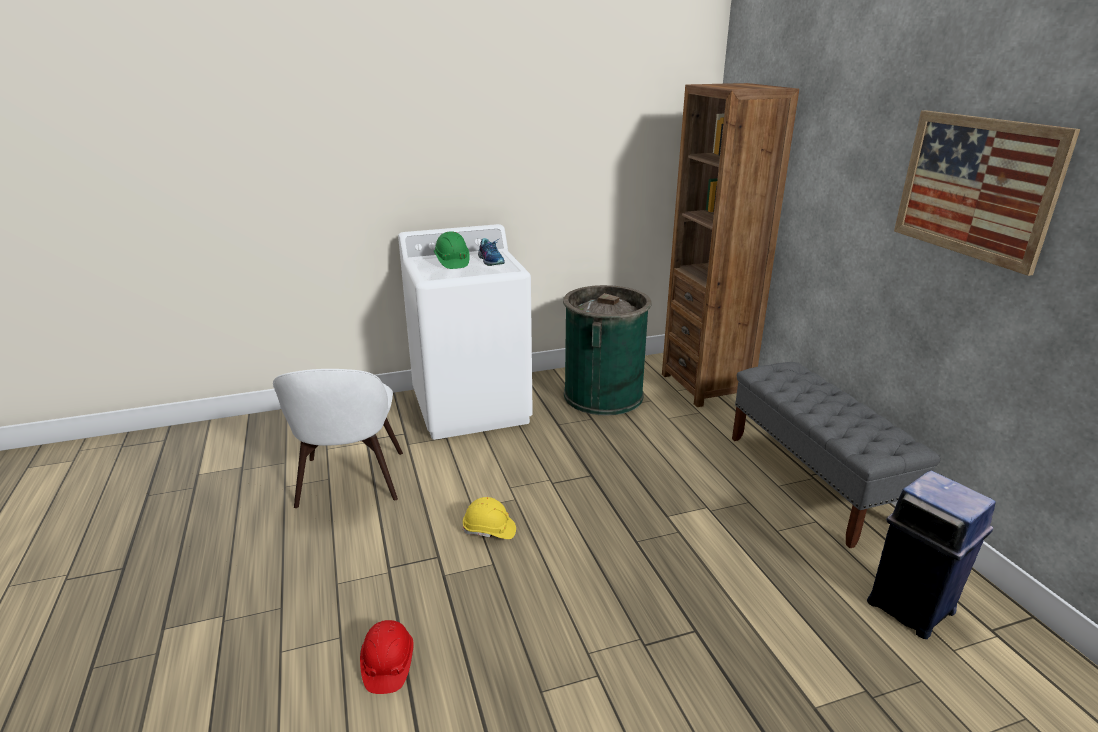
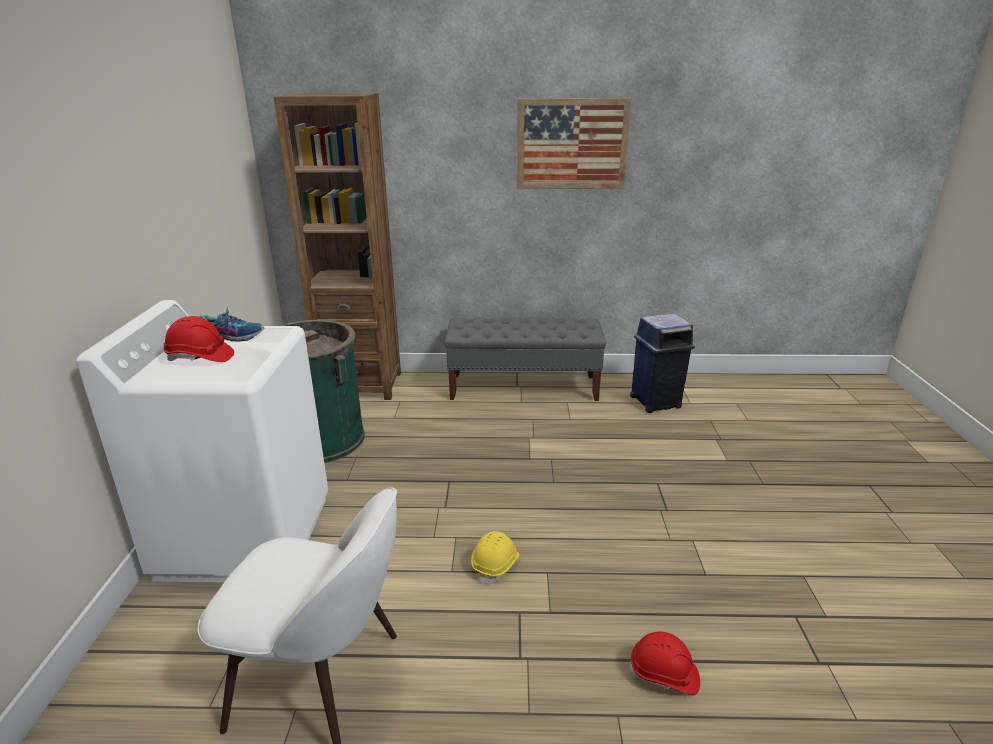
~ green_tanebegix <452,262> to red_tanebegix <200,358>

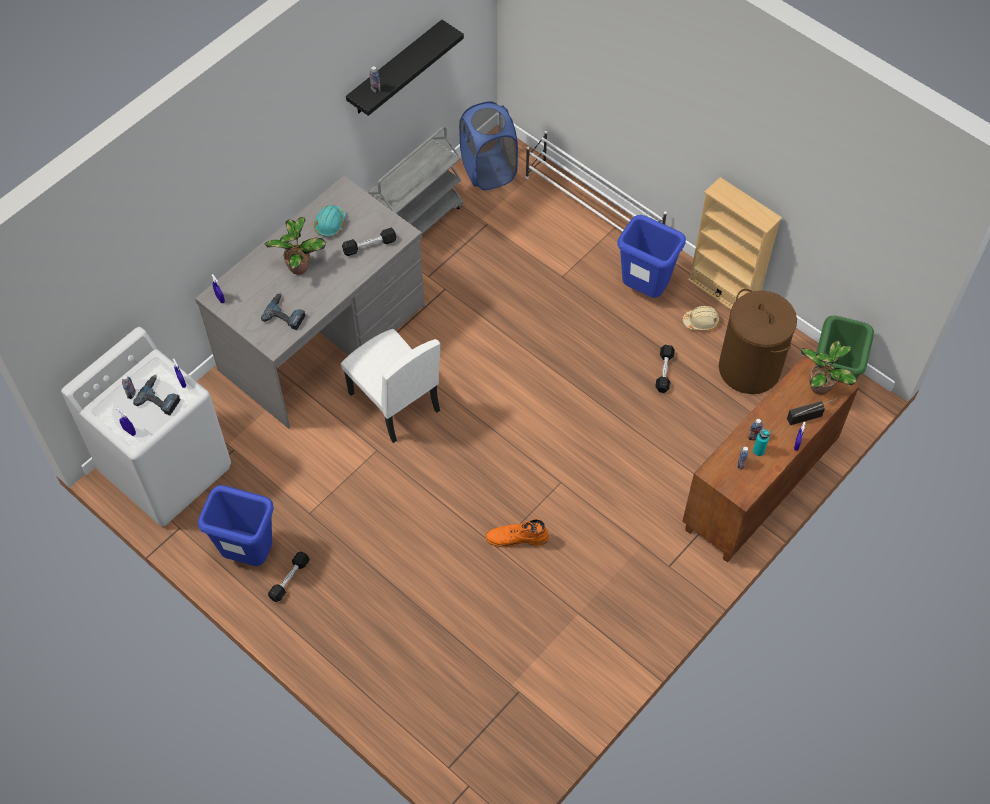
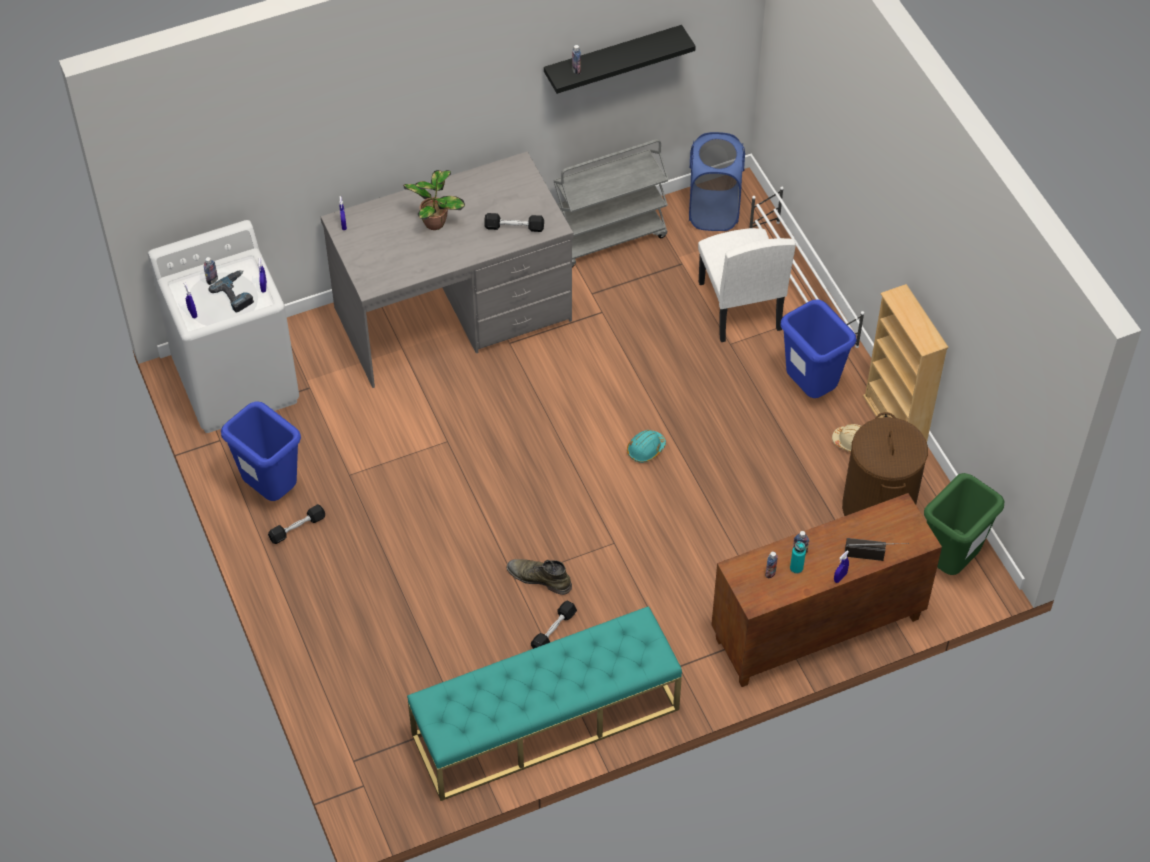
~ turquoise_tanebegix <330,224> to <645,449>
- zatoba <285,314>
~ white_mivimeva <393,402> to <739,306>
- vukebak <821,386>
~ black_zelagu <664,372> to <553,630>
~ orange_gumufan <516,538> to green_gumufan <539,578>
+ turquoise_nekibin <545,722>

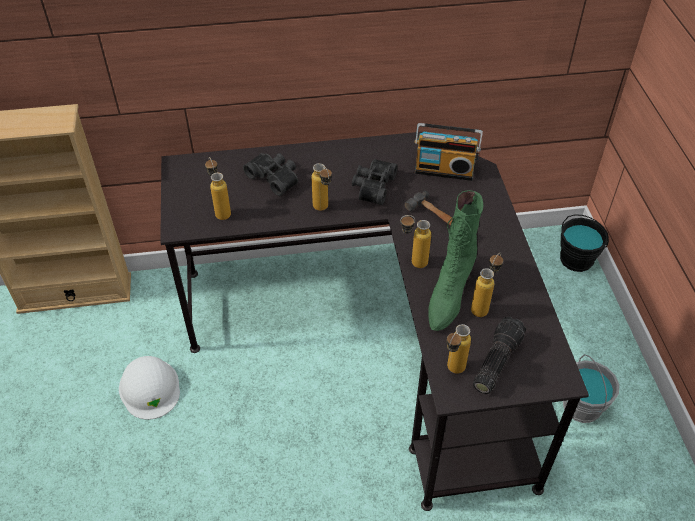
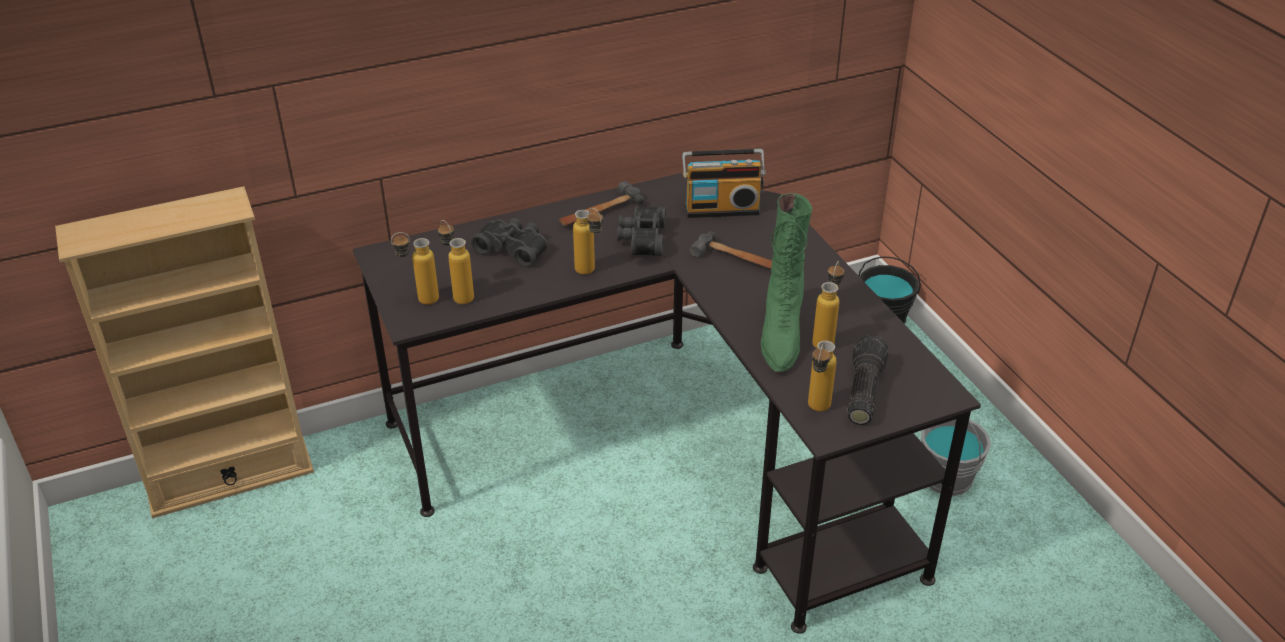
~ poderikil <412,262> to <419,300>
- white_tanebegix <149,388>
+ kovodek <600,212>

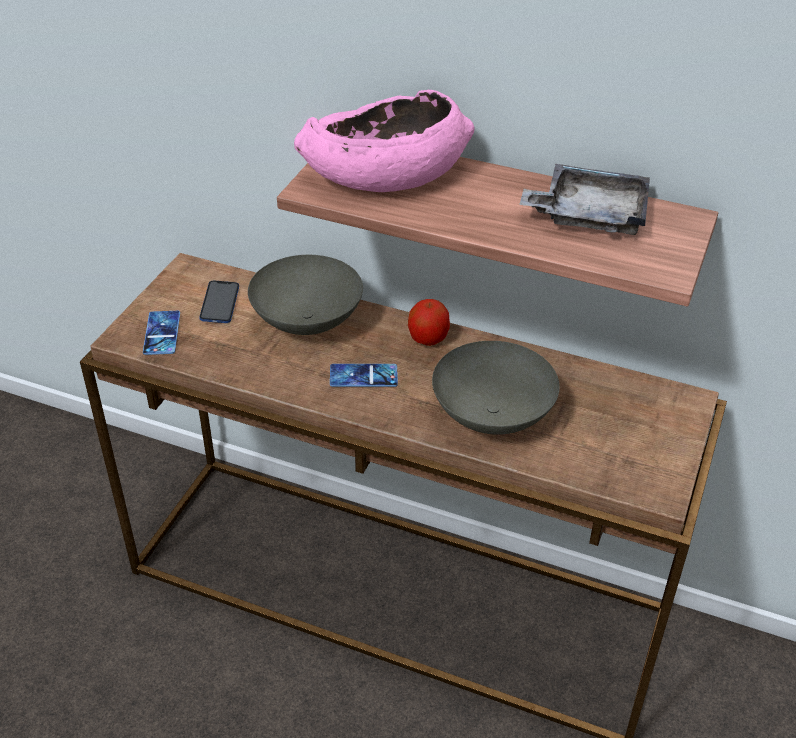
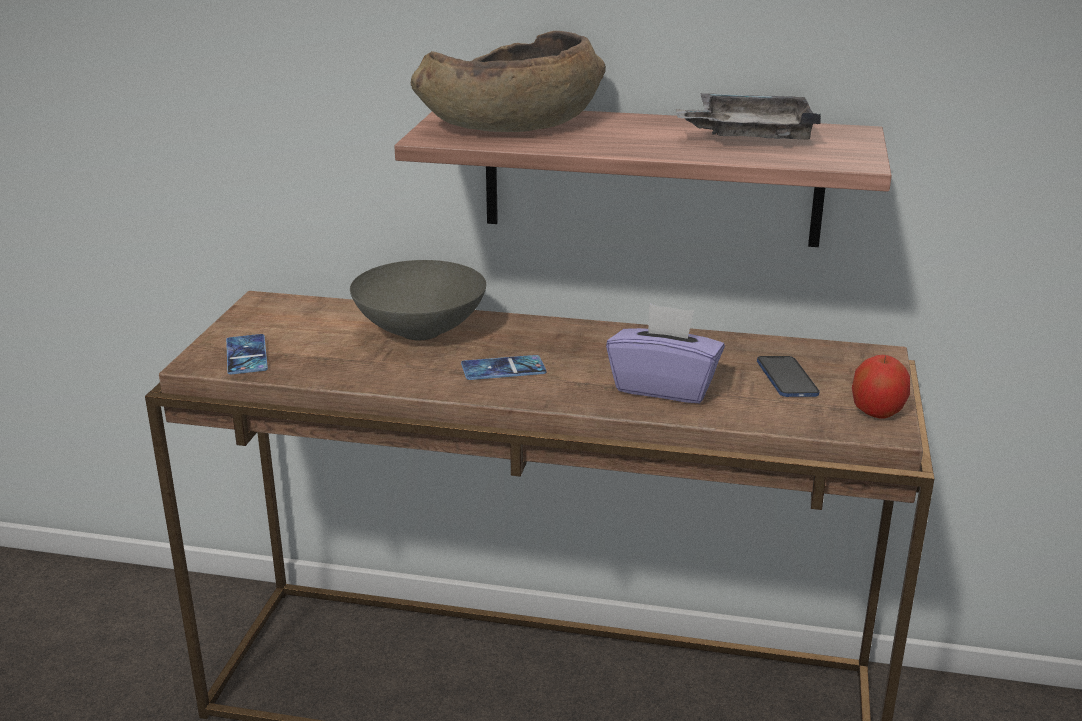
~ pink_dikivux <384,175> to brown_dikivux <510,125>
~ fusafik <220,303> to <787,379>
~ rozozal <428,339> to <877,412>
~ grey_dikivux <490,415> to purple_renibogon <664,387>

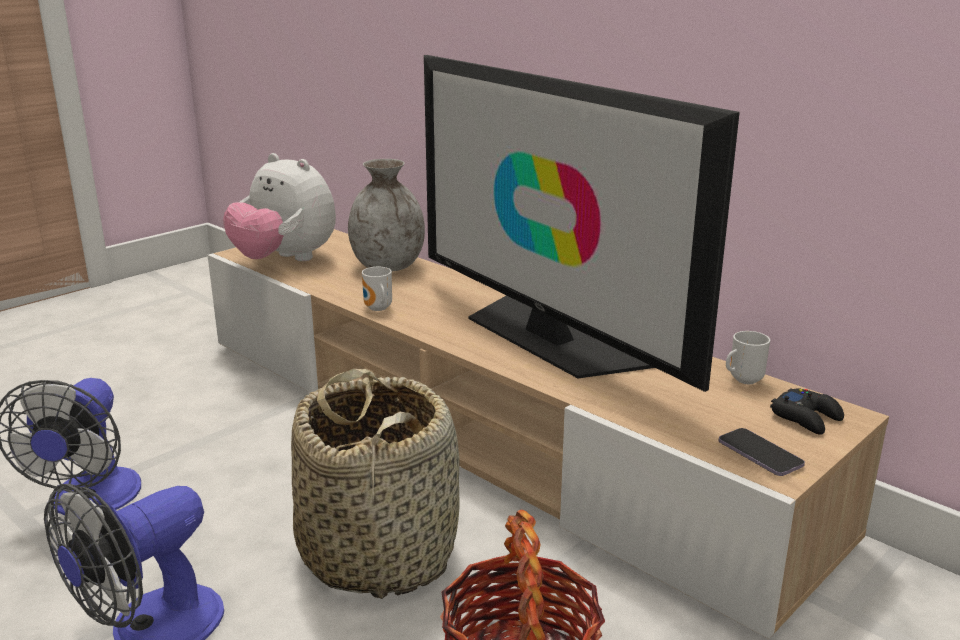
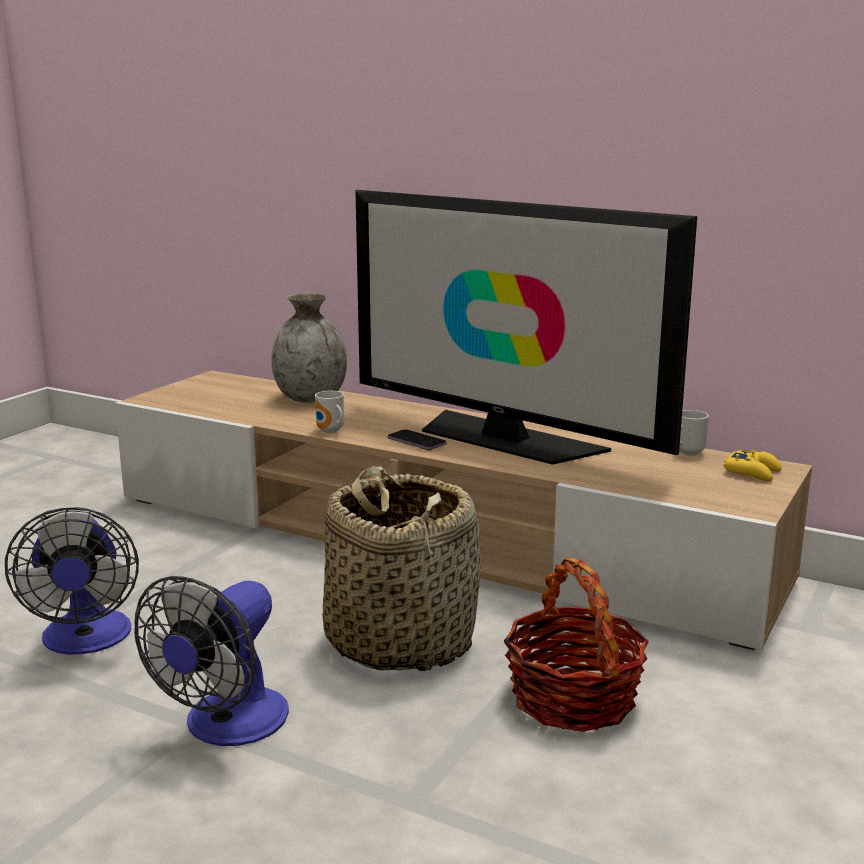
- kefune <284,260>
~ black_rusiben <806,418> to yellow_rusiben <752,472>
~ fusafik <760,454> to <416,442>

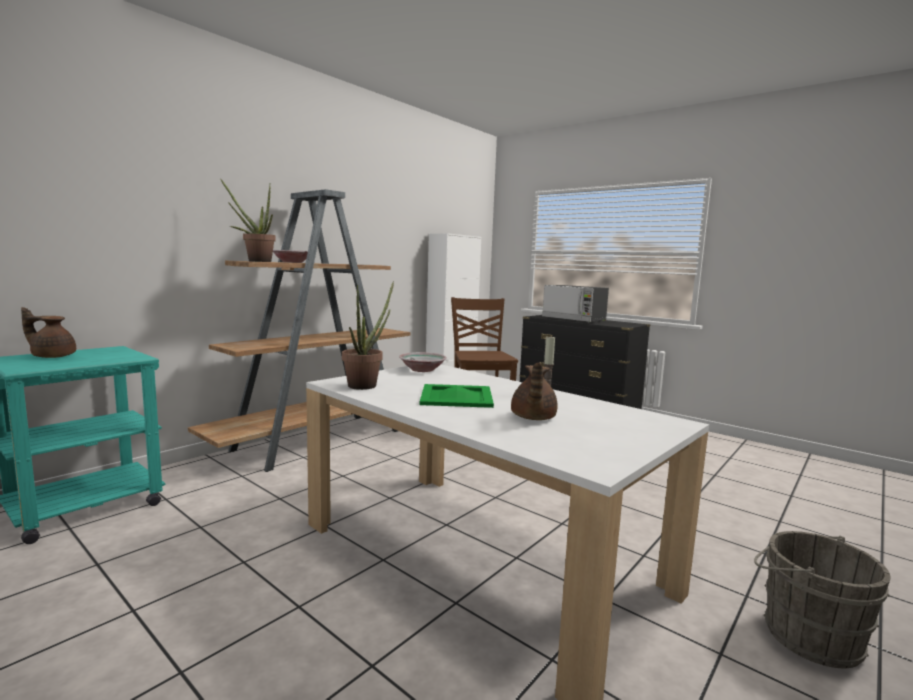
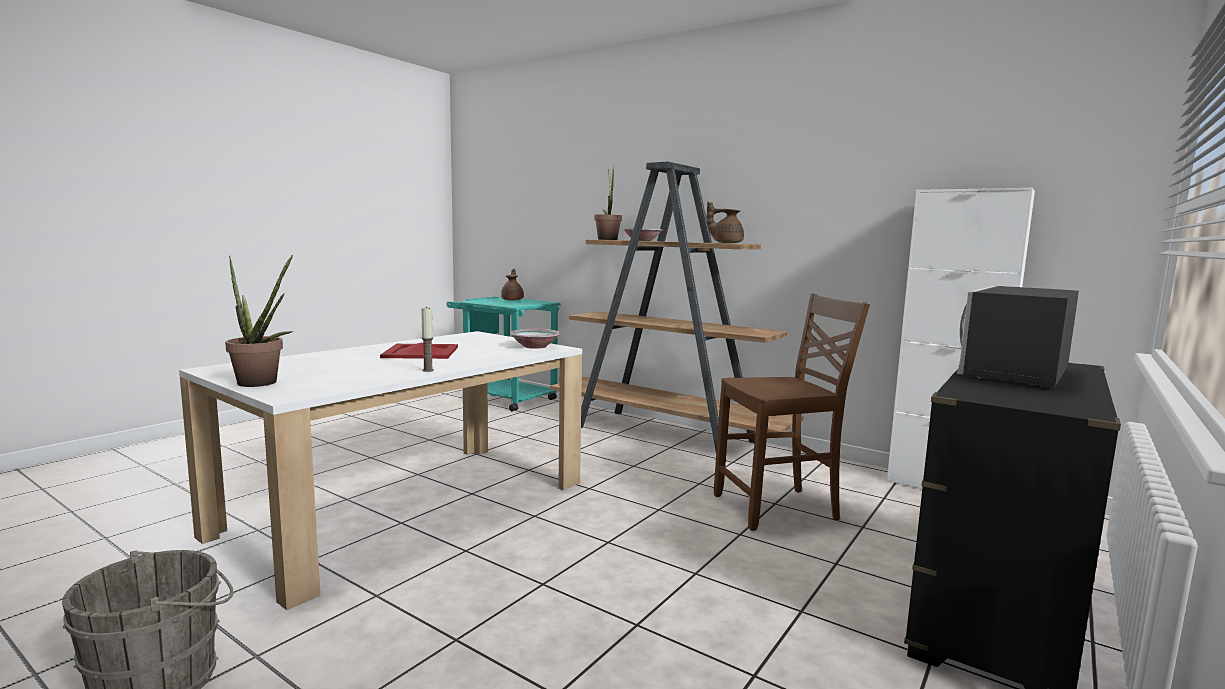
~ vukebak <366,385> to <262,384>
~ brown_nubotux <532,418> to <726,243>
~ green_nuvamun <457,396> to red_nuvamun <421,352>

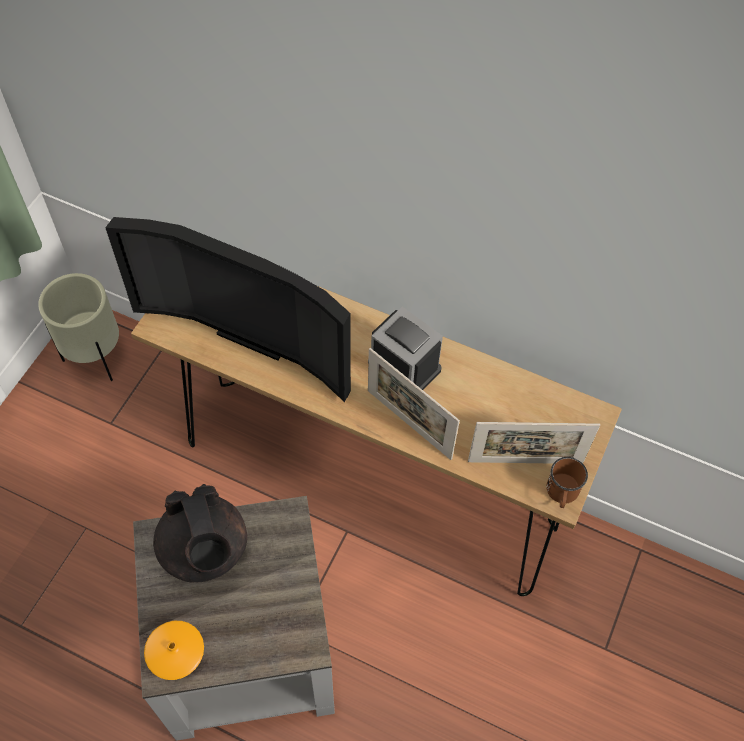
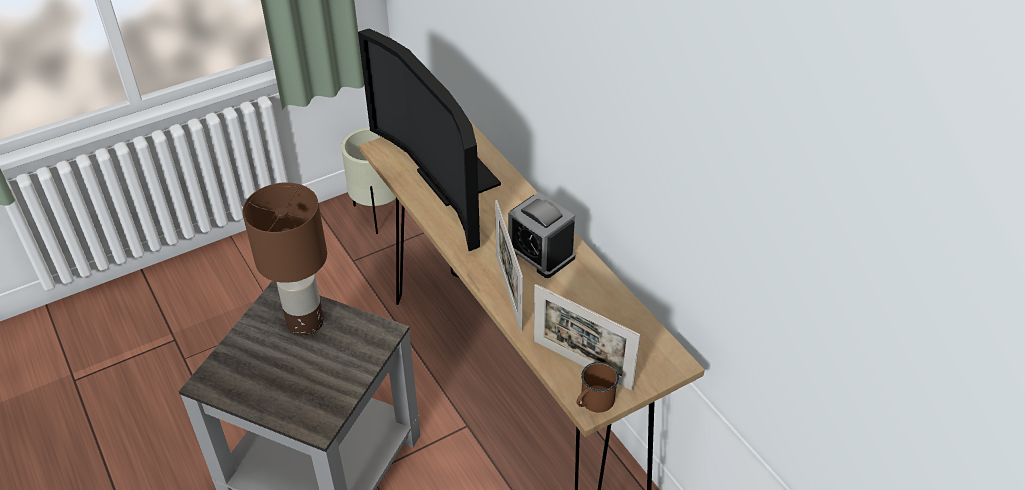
~ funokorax <404,366> = <540,253> 150 degrees clockwise
~ black_nubotux <205,550> to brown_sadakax <304,322>
- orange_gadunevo <175,652>

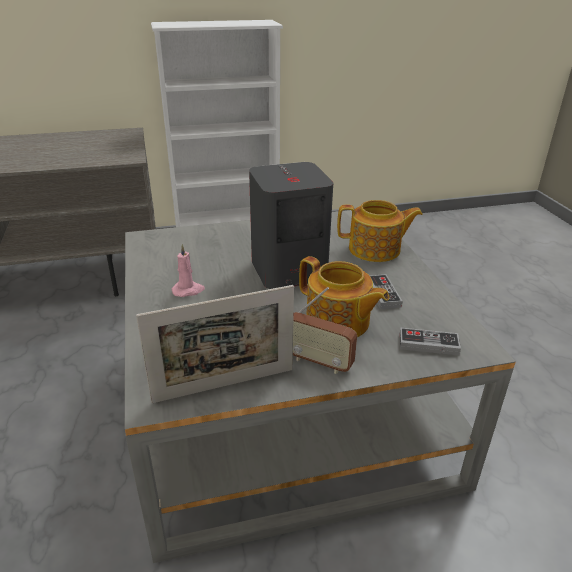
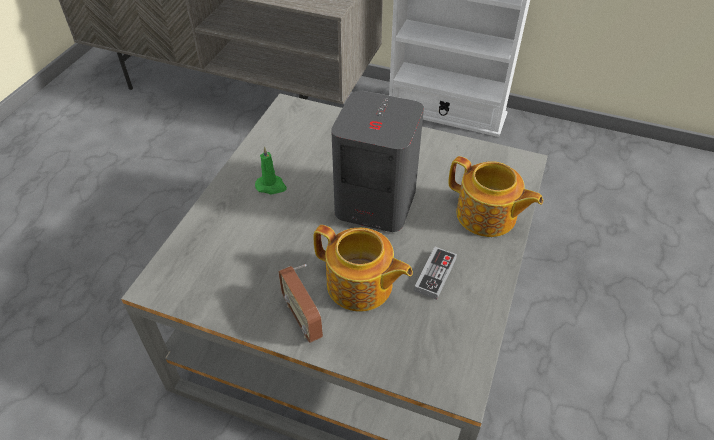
~ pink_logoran <188,290> to green_logoran <271,186>
~ nubotux <338,322> = <360,285> 45 degrees counterclockwise
- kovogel <224,385>
- rusiben <428,344>

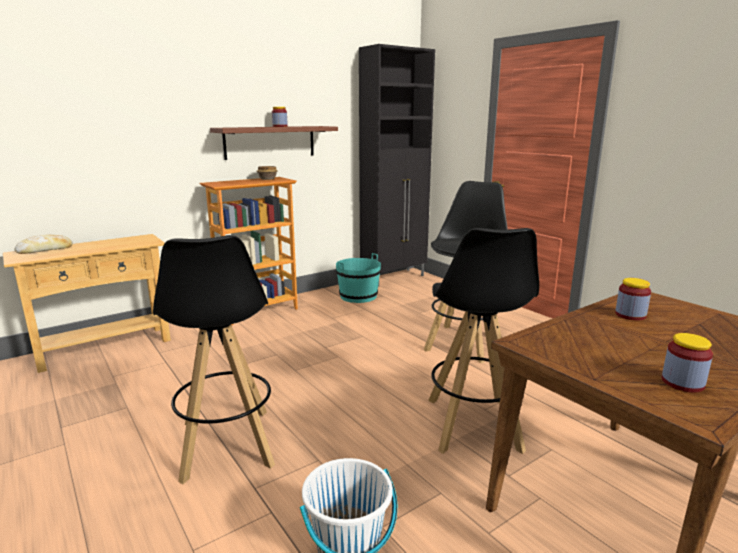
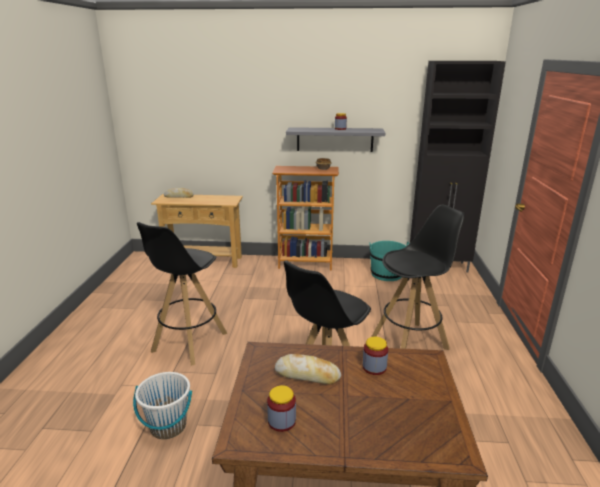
~ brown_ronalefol <270,142> to grey_ronalefol <335,139>
+ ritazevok <307,374>

